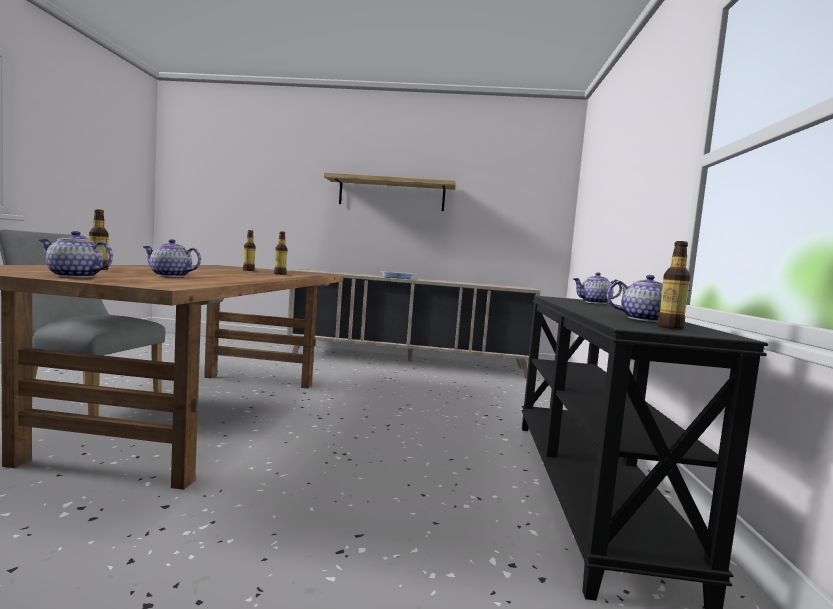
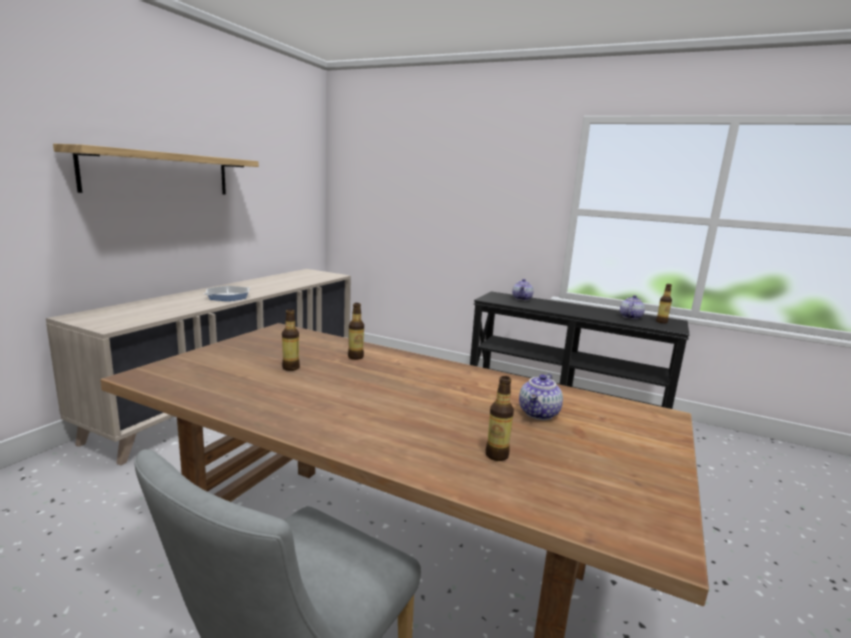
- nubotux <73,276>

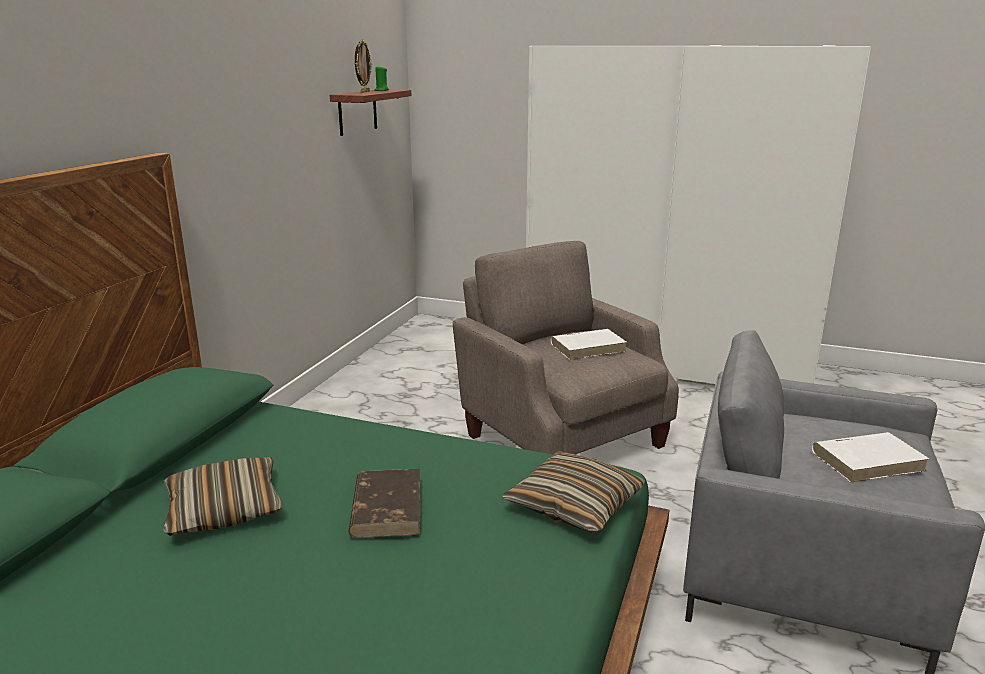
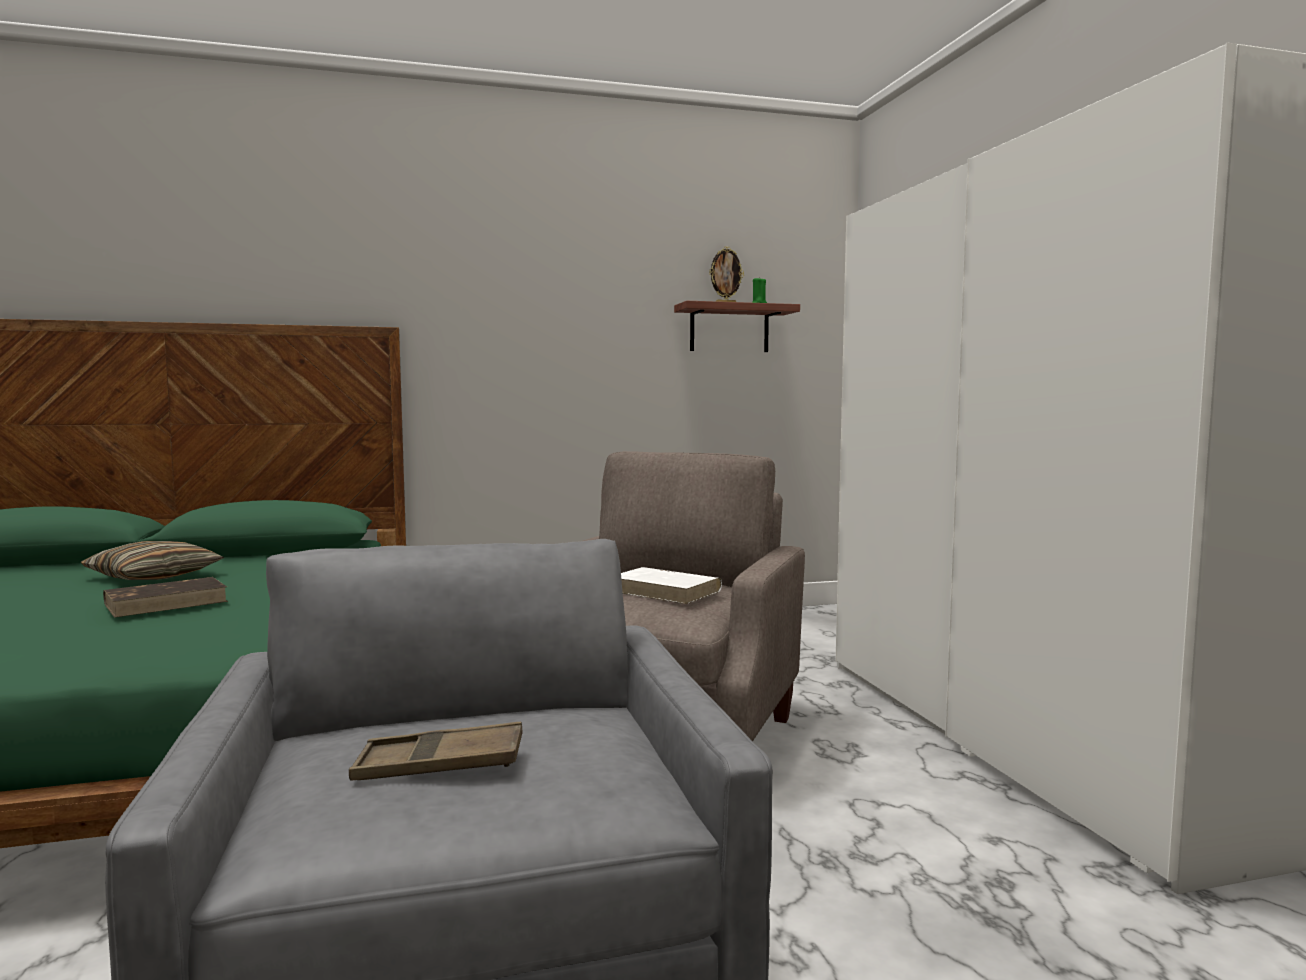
~ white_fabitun <868,461> to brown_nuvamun <440,764>
- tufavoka <574,505>

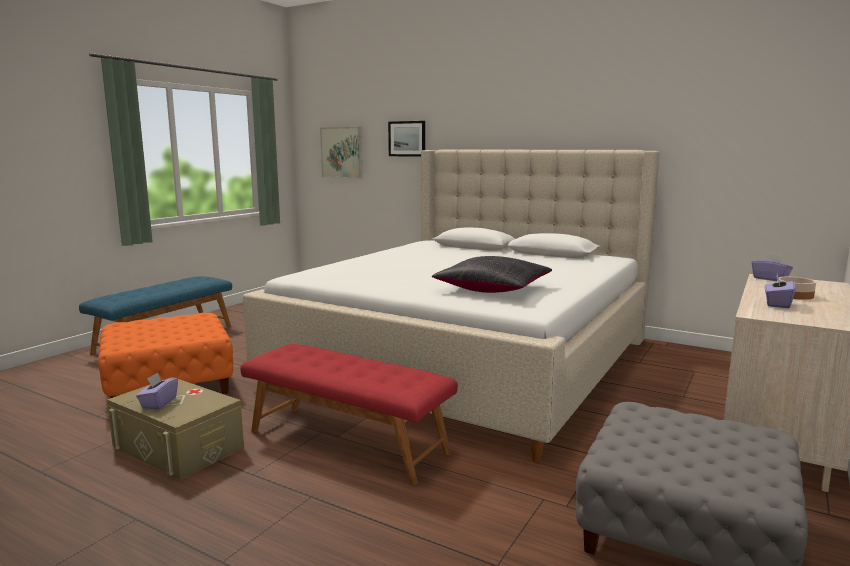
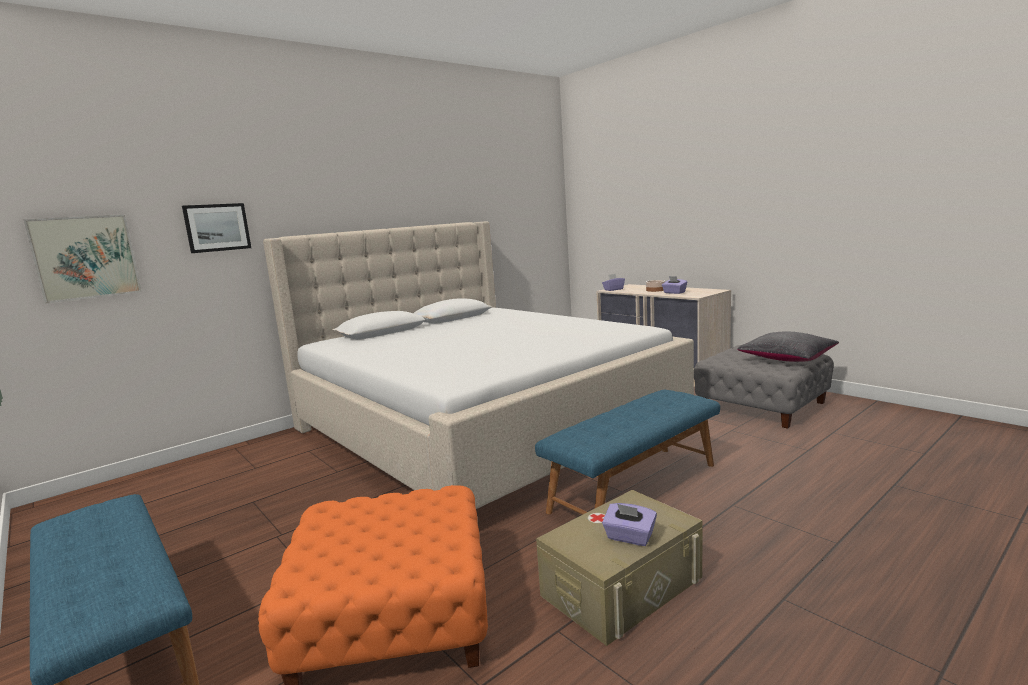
~ black_tufavoka <492,289> to <787,358>
~ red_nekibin <348,441> to blue_nekibin <634,487>

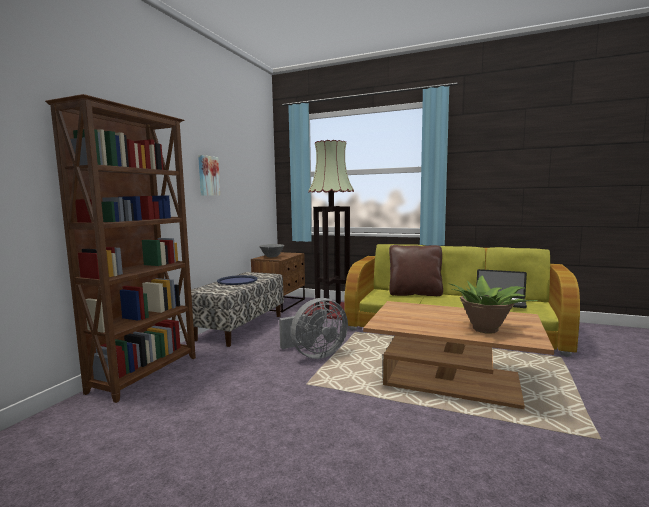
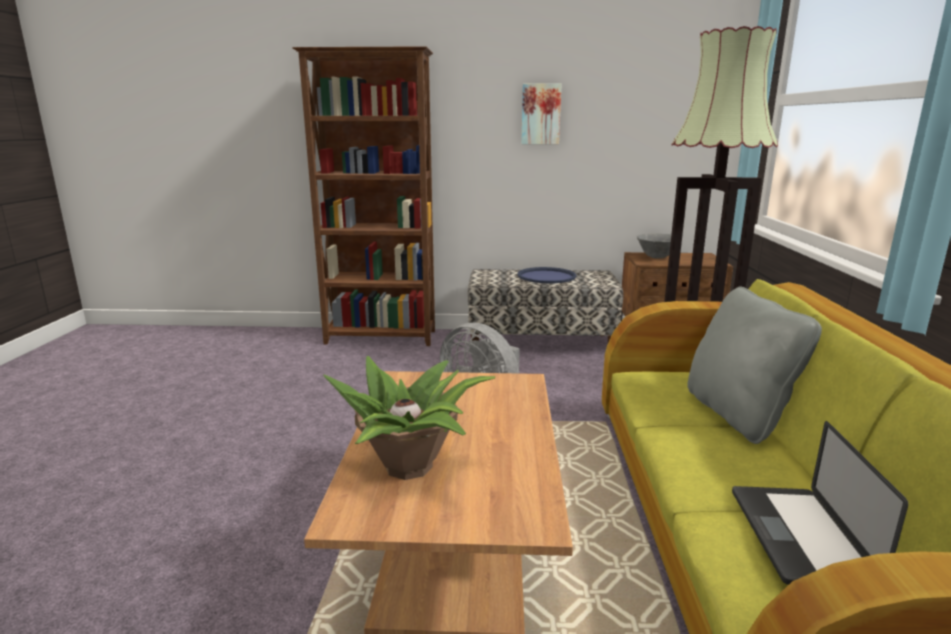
~ brown_tufavoka <415,294> to grey_tufavoka <737,415>

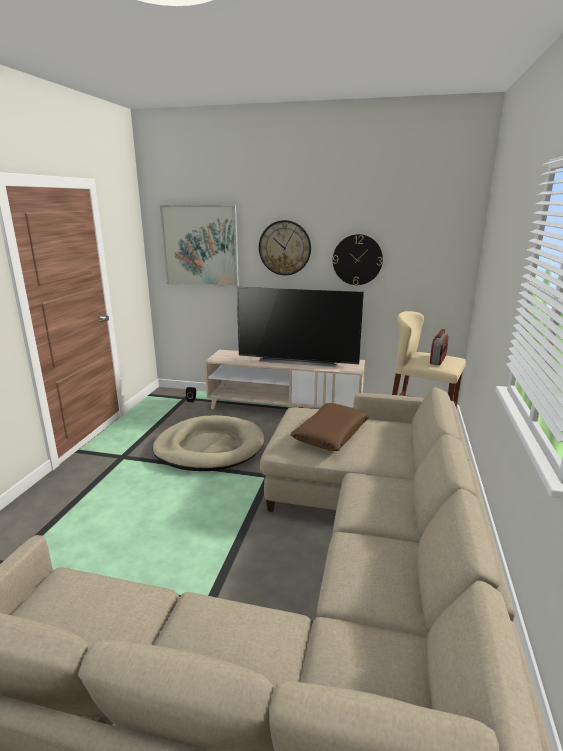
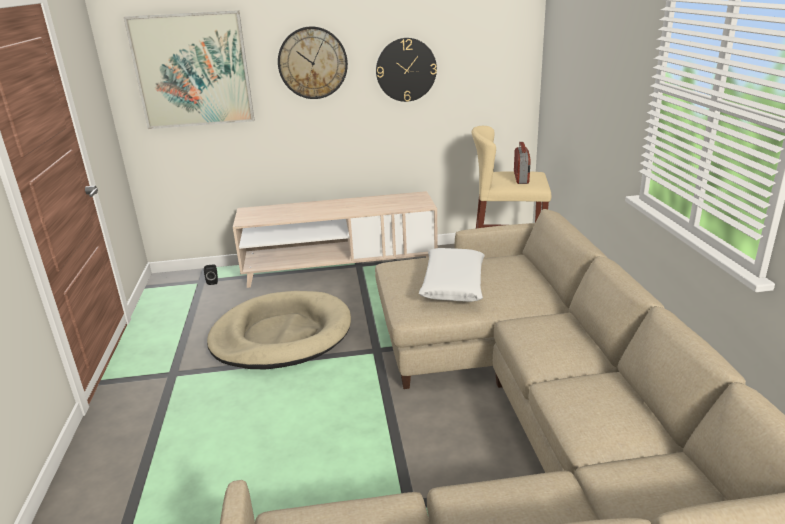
- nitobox <298,360>
~ brown_tufavoka <330,434> to white_tufavoka <453,284>

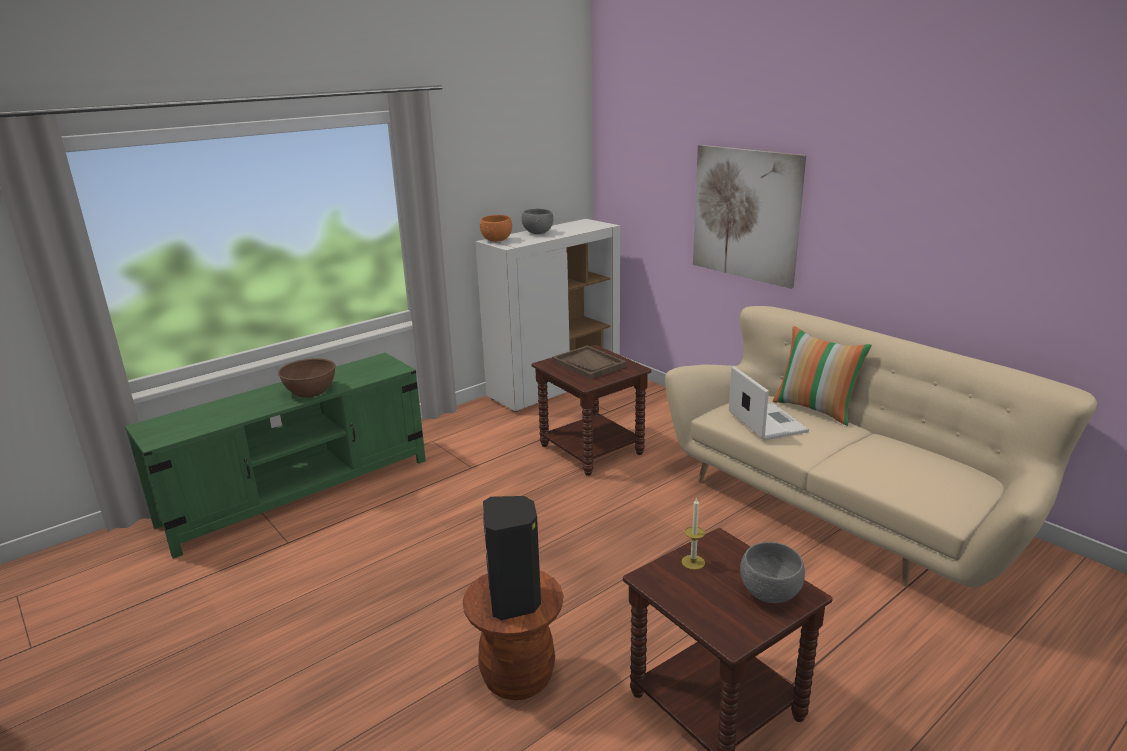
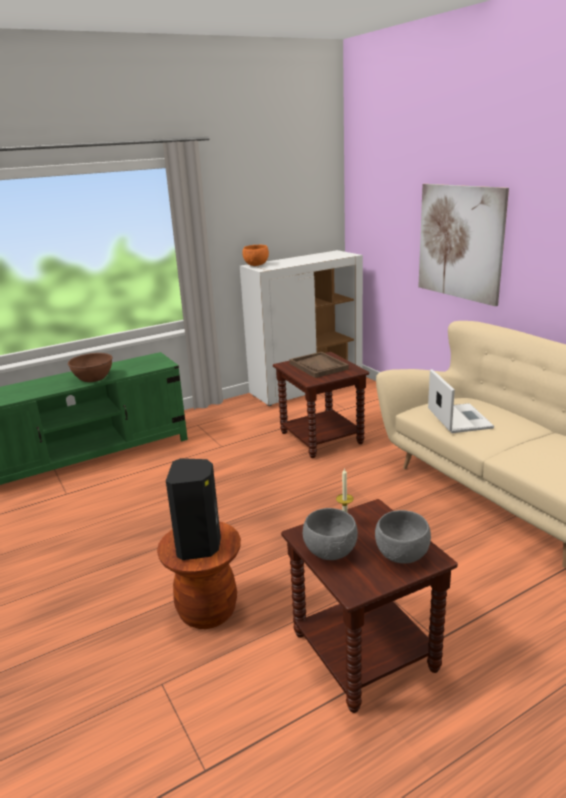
~ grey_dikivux <537,233> to <330,553>
- tufavoka <815,409>

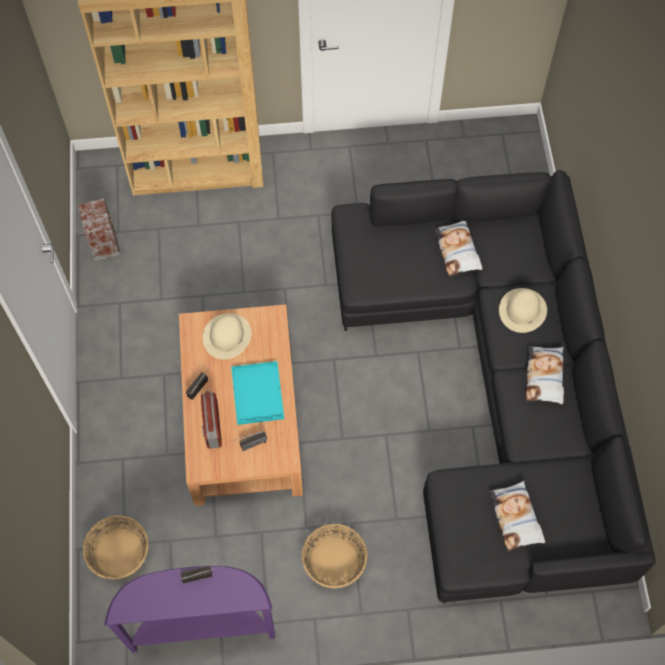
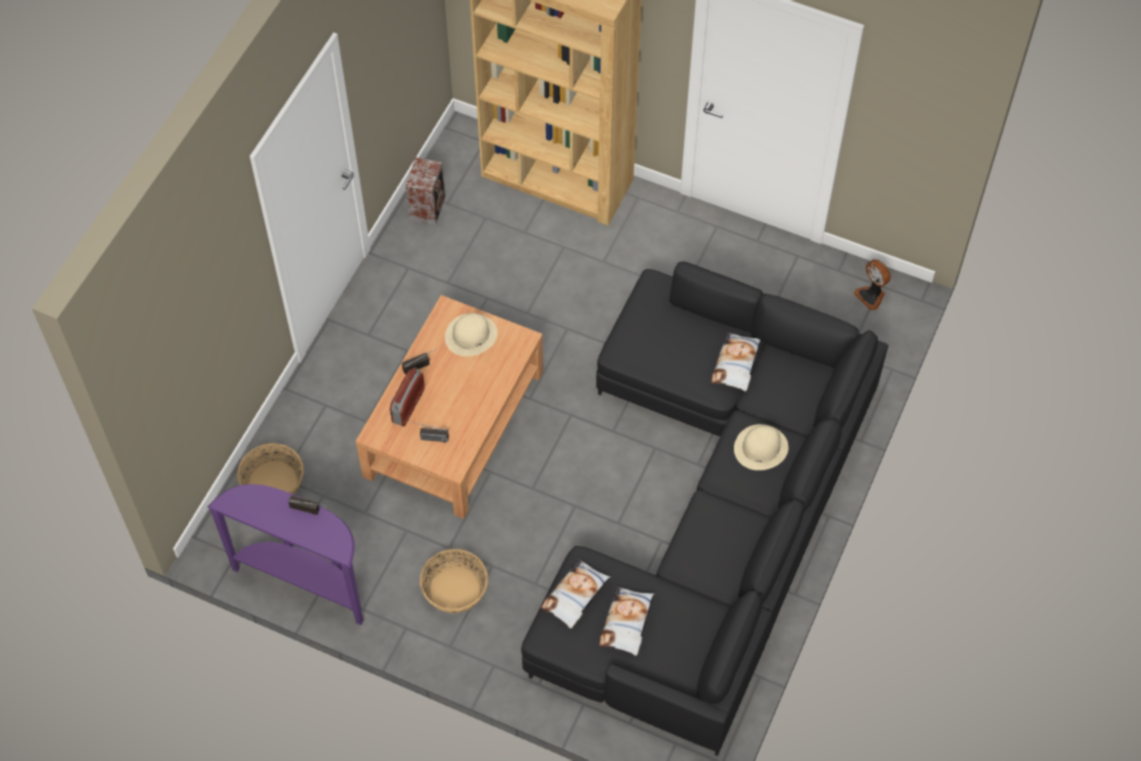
~ tufavoka <545,376> to <576,596>
- turquoise_nuvamun <258,394>
+ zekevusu <871,295>

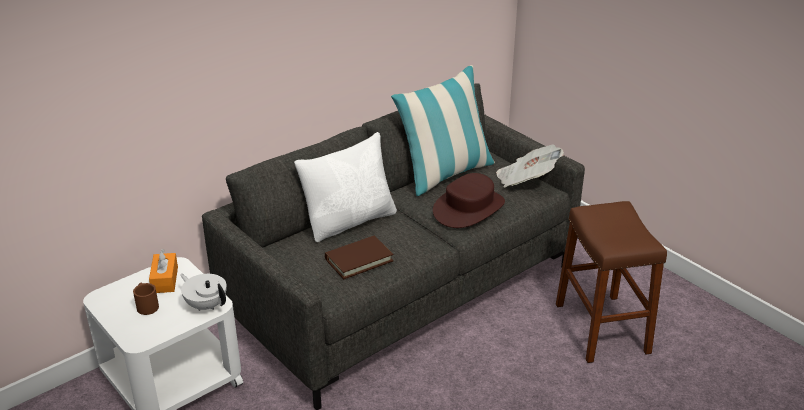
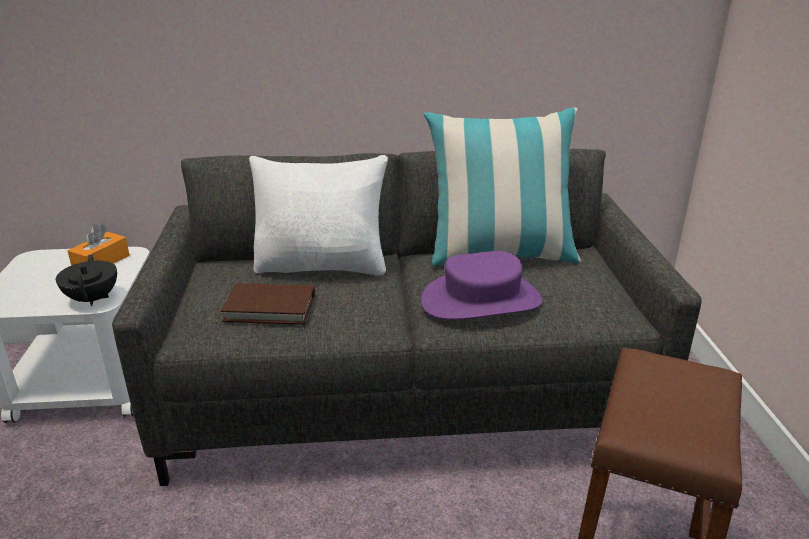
- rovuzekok <526,180>
~ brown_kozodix <469,208> to purple_kozodix <481,300>
~ white_nubotux <206,305> to black_nubotux <93,298>
- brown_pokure <146,305>

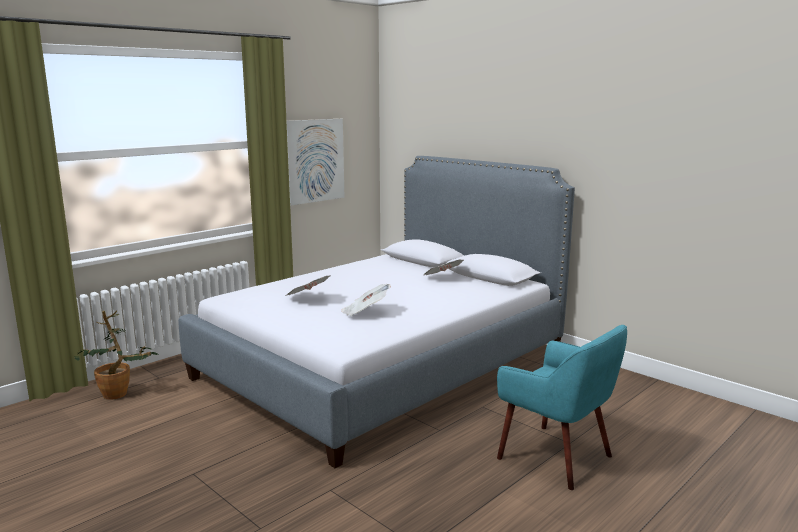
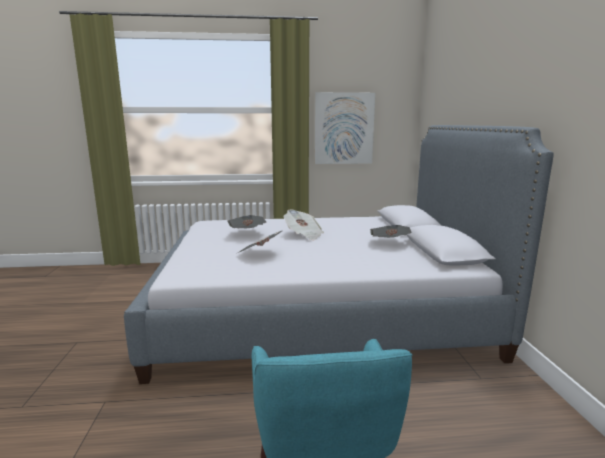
- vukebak <120,395>
+ rovuzekok <304,235>

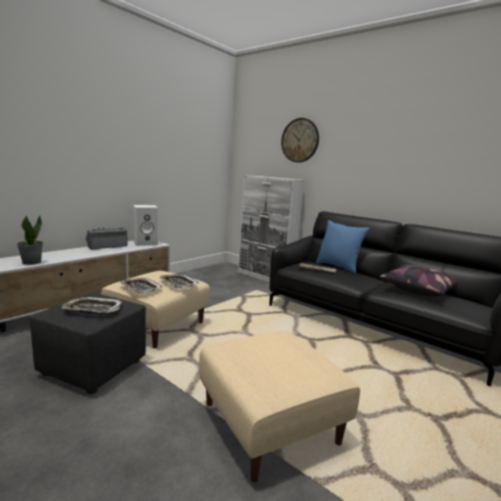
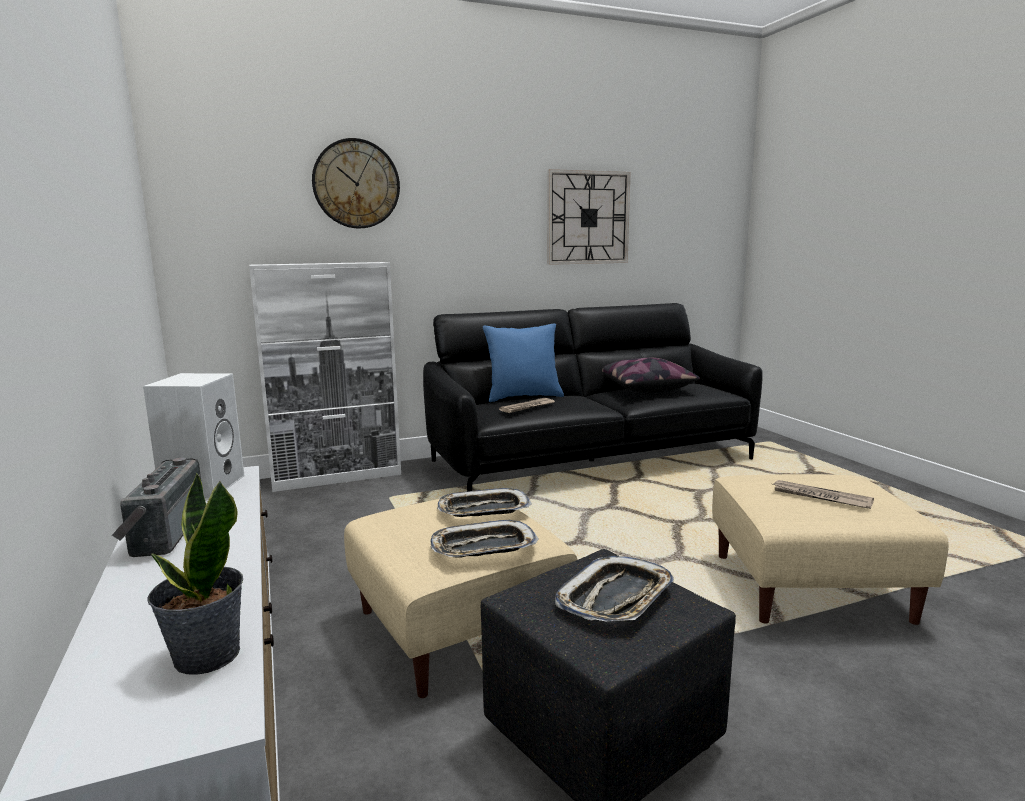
+ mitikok <588,218>
+ rovuzekok <820,497>

